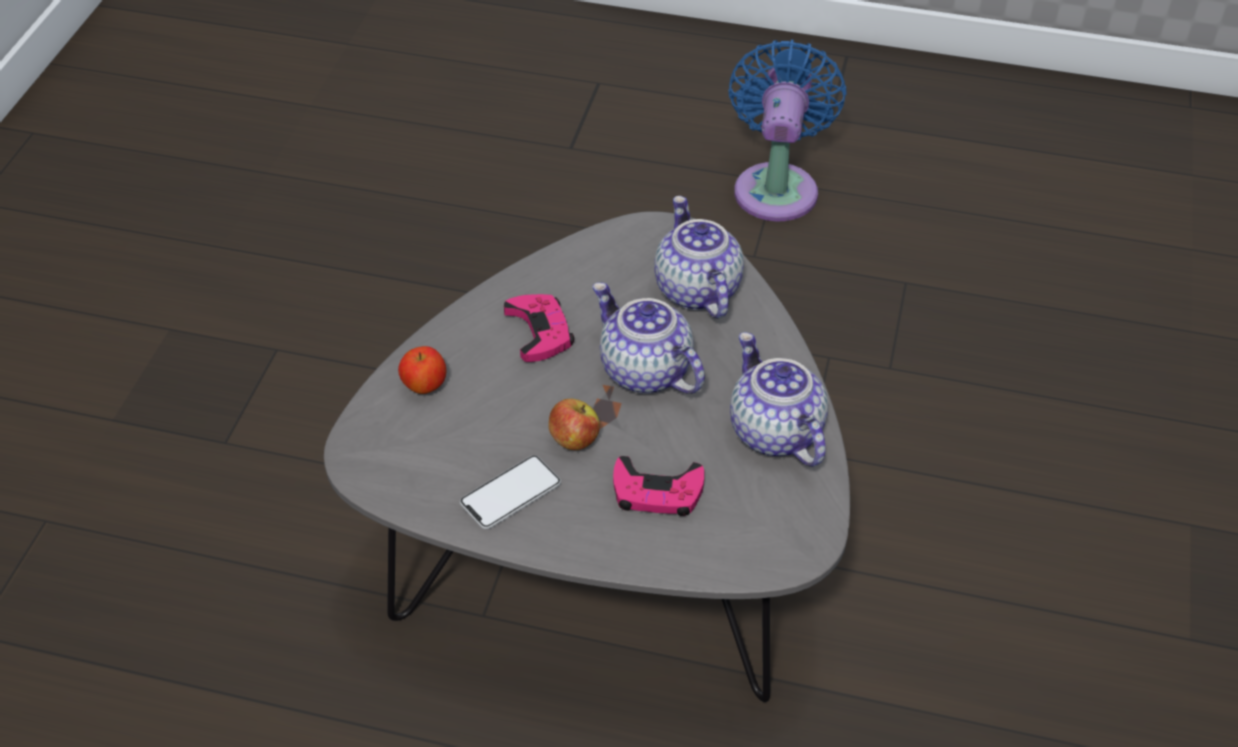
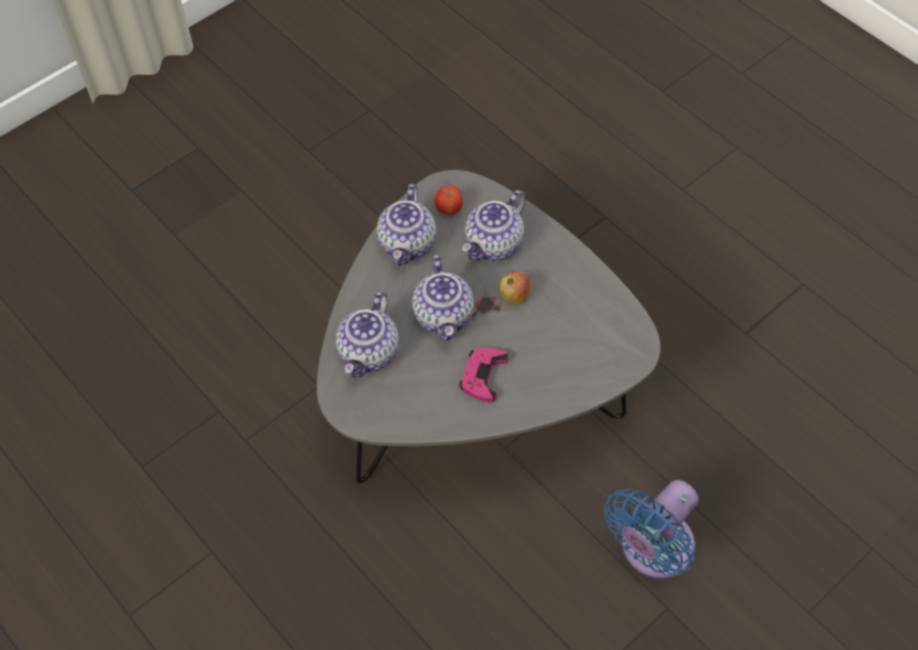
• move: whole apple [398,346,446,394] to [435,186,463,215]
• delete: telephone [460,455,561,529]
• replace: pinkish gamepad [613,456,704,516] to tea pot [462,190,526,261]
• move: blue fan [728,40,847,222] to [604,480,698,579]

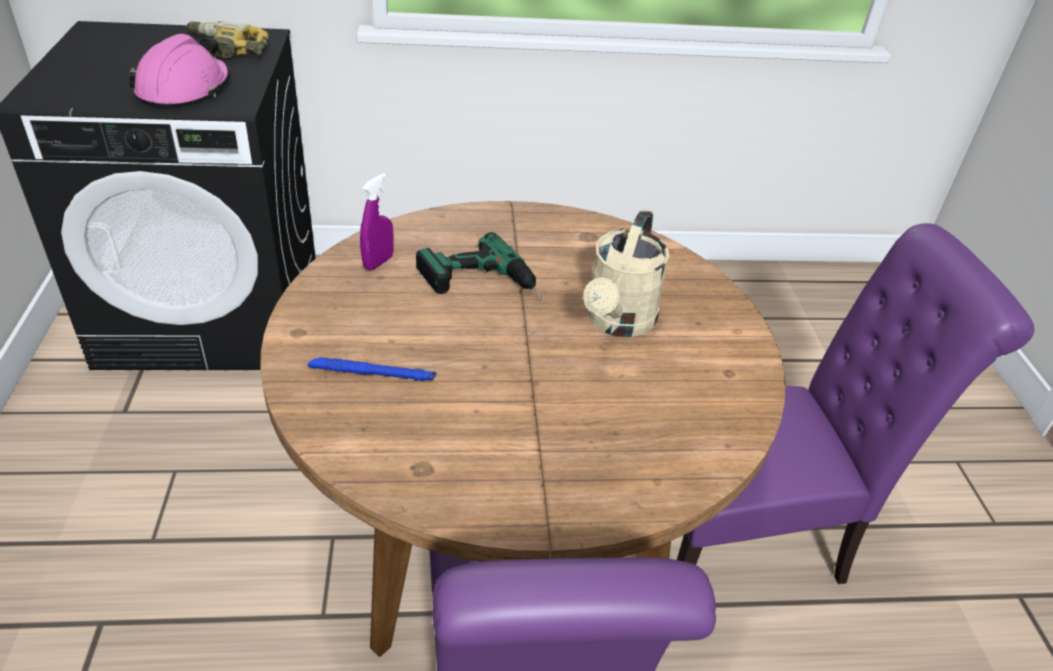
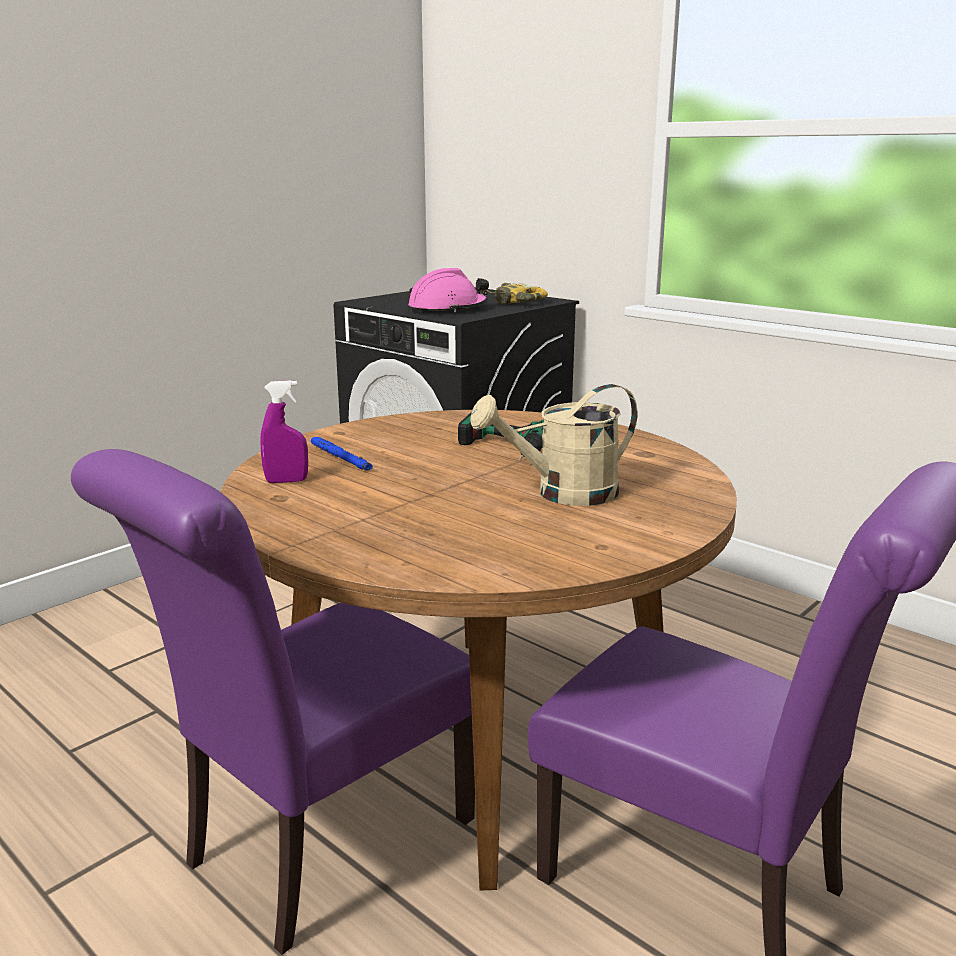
• move: purple-coloured spray bottle [360,173,394,270] to [260,380,308,483]

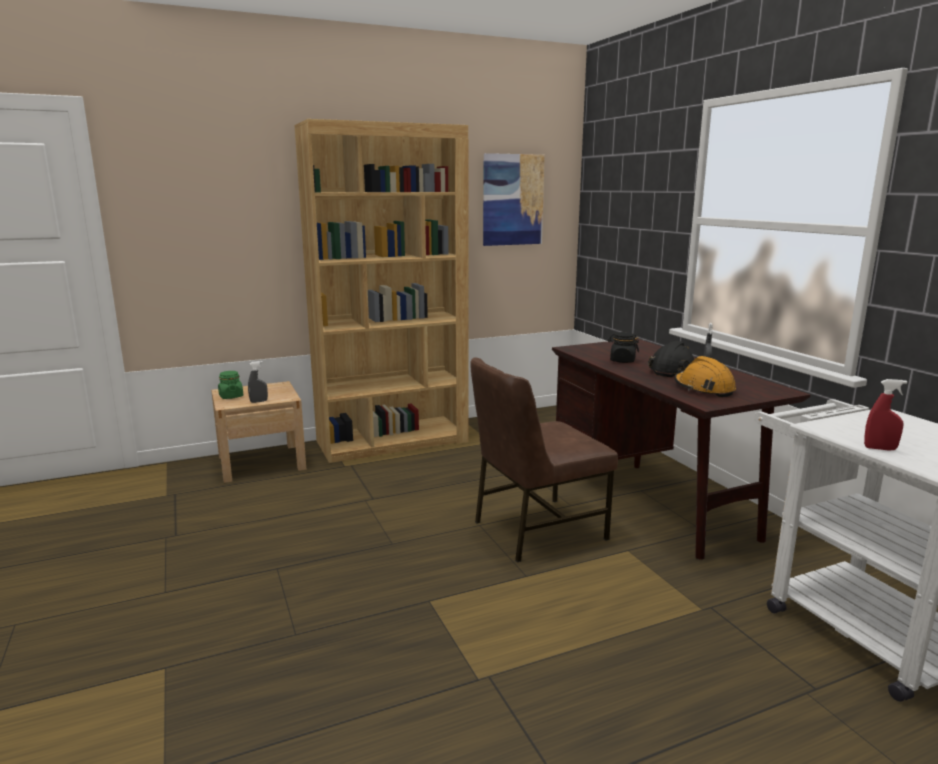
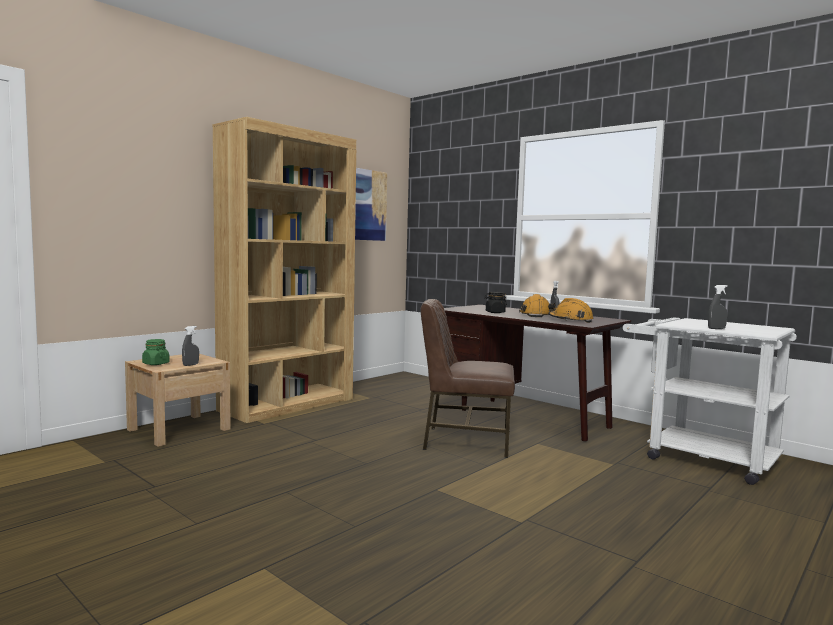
• rotate: brown chair [470,357,618,562] = [421,299,515,458] 60 degrees clockwise
• recolor: black-coloured hard hat [648,341,694,377] to orangey hard hat [519,294,549,317]
• recolor: reddish spray bottle [864,379,907,451] to greyish spray bottle [708,285,728,329]

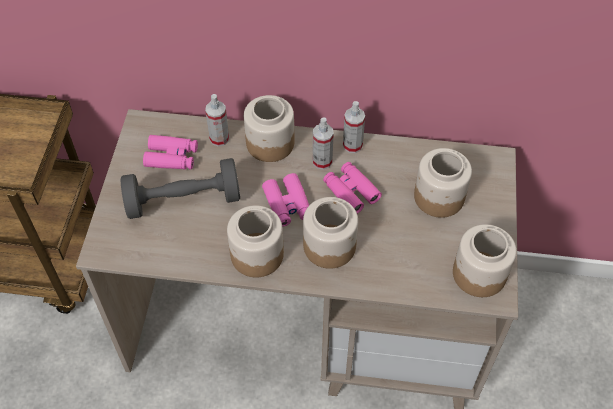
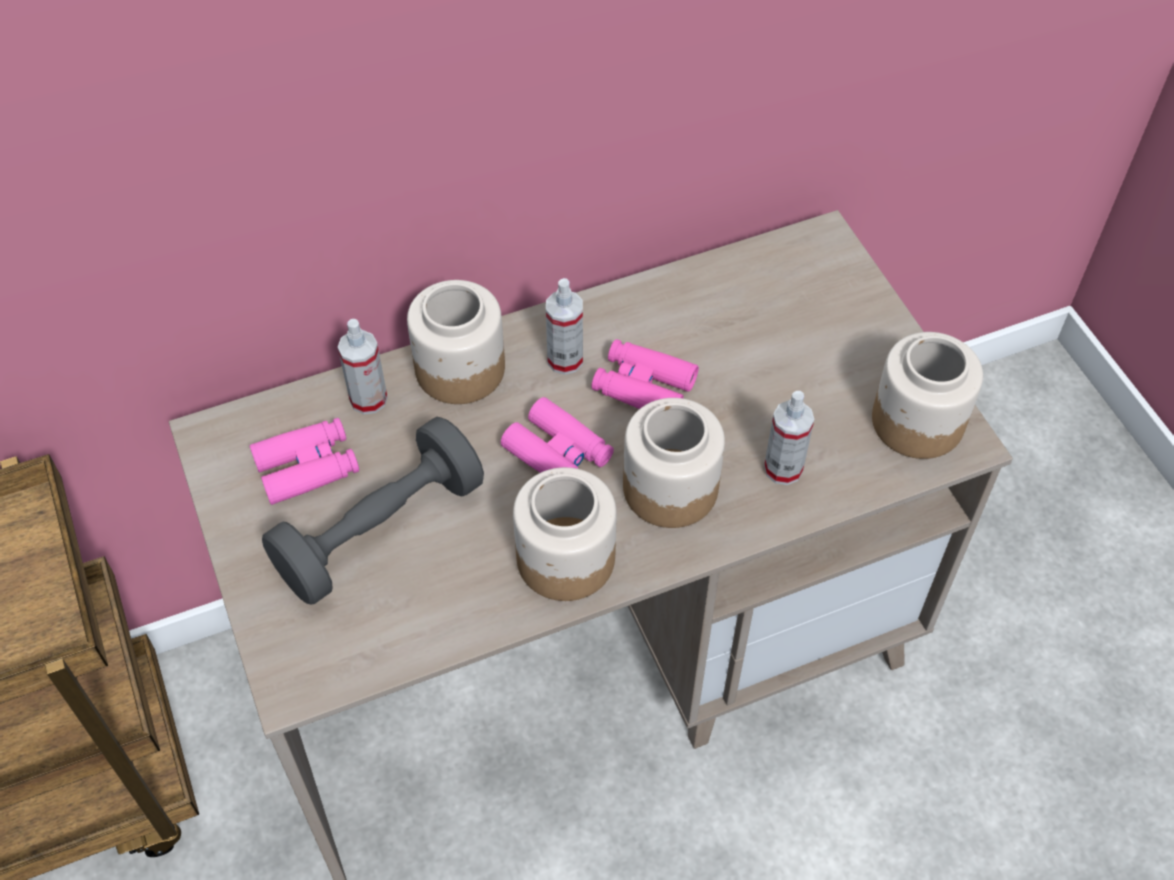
• move: spray bottle [343,101,365,153] to [764,391,814,485]
• delete: jar [414,148,472,218]

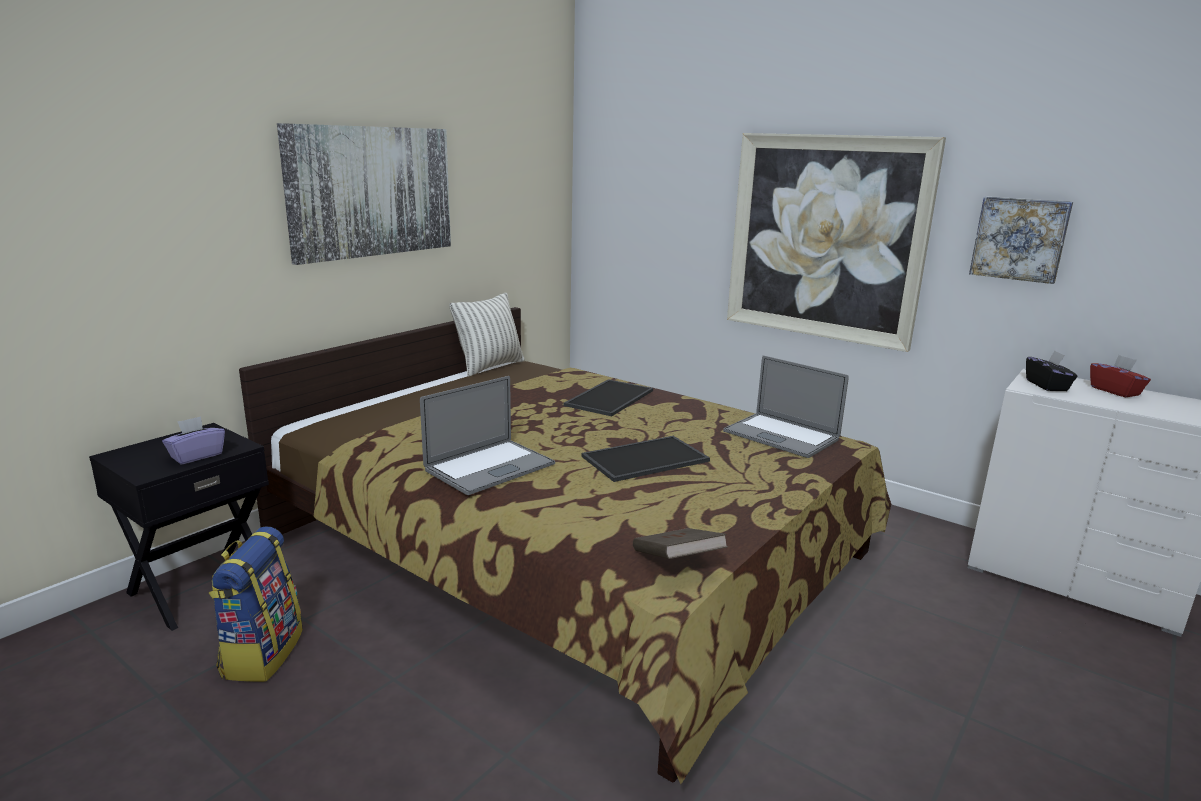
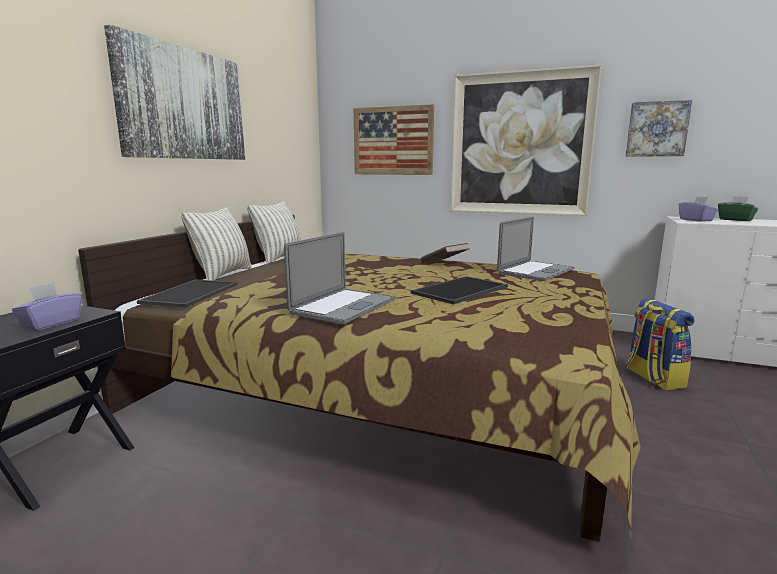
• move: rucksack [209,526,303,682] to [626,298,694,390]
• move: serving tray [564,379,653,416] to [137,280,237,308]
• move: brown bound book [633,528,728,559] to [421,243,469,263]
• rotate: laptop [723,355,849,458] = [497,217,575,281] 75 degrees counterclockwise
• recolor: black-coloured box of tissues [1026,351,1078,391] to purple-coloured box of tissues [679,196,718,222]
• recolor: reddish box of tissues [1090,355,1151,397] to green box of tissues [718,196,758,221]
• insert: throw pillow [181,207,252,281]
• insert: picture [354,104,434,175]

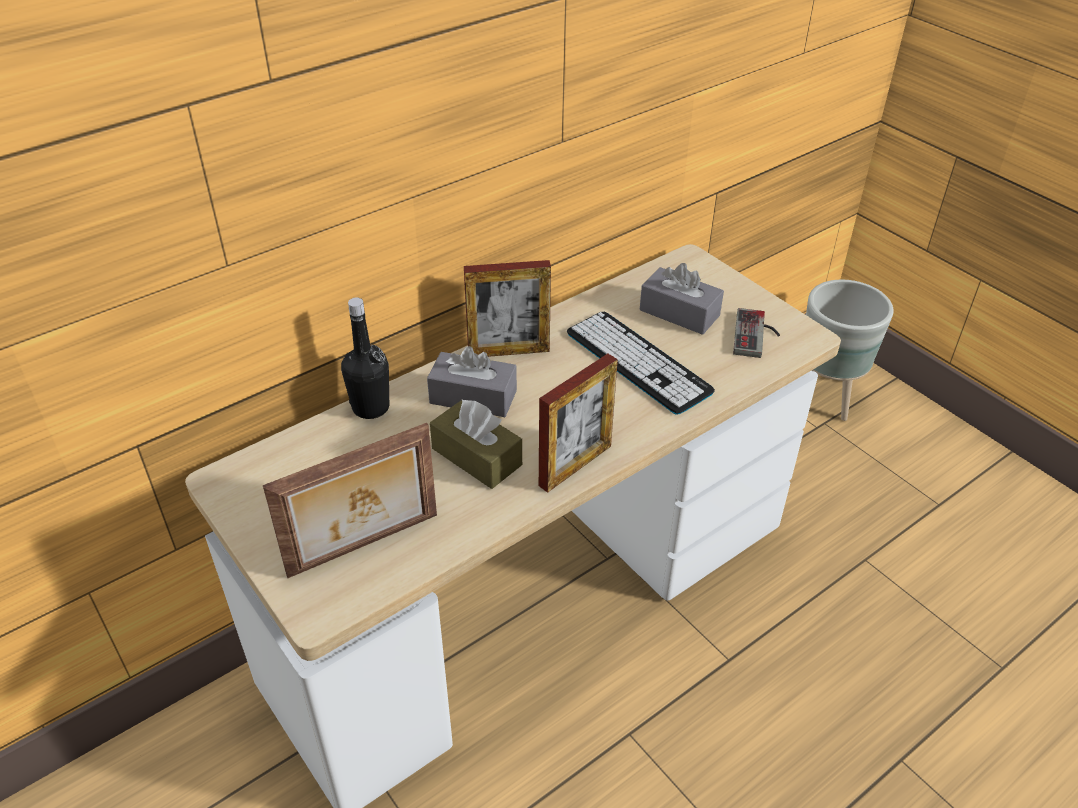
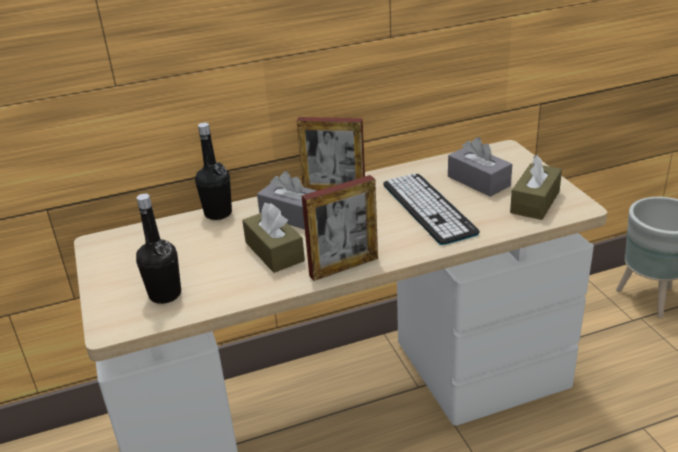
• replace: standing frame [263,423,437,578] to black-coloured bottle [136,194,181,304]
• replace: gamepad [733,308,780,358] to brown box of tissues [510,155,562,220]

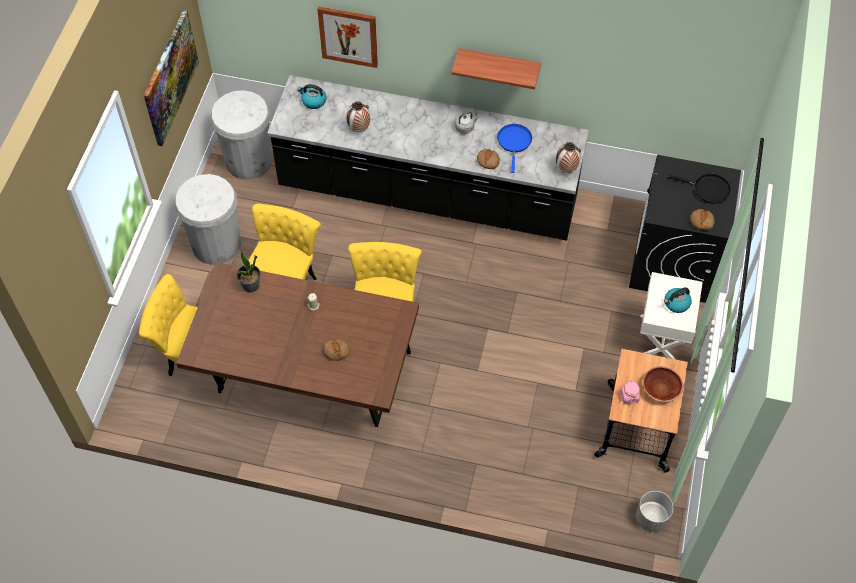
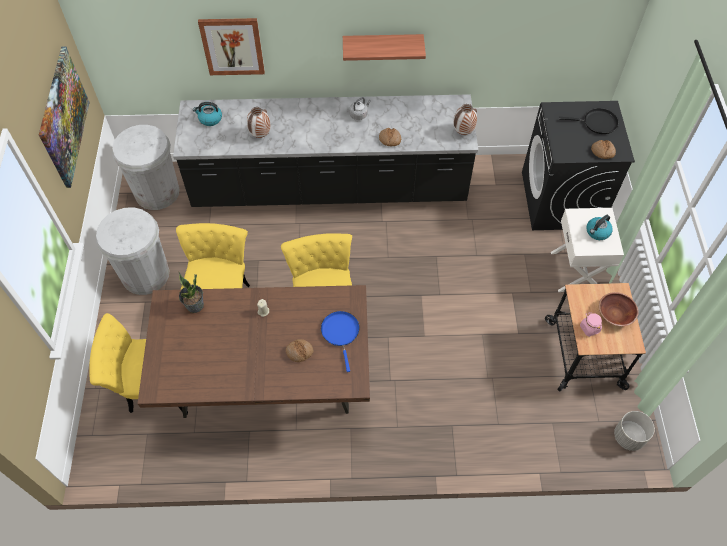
• move: blue pan [497,124,532,173] to [321,311,360,372]

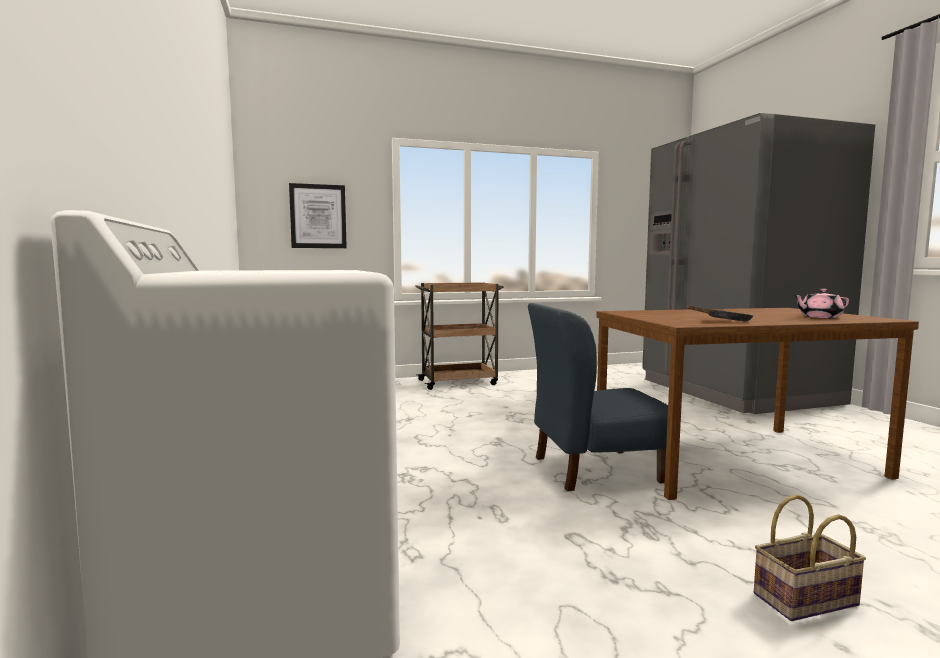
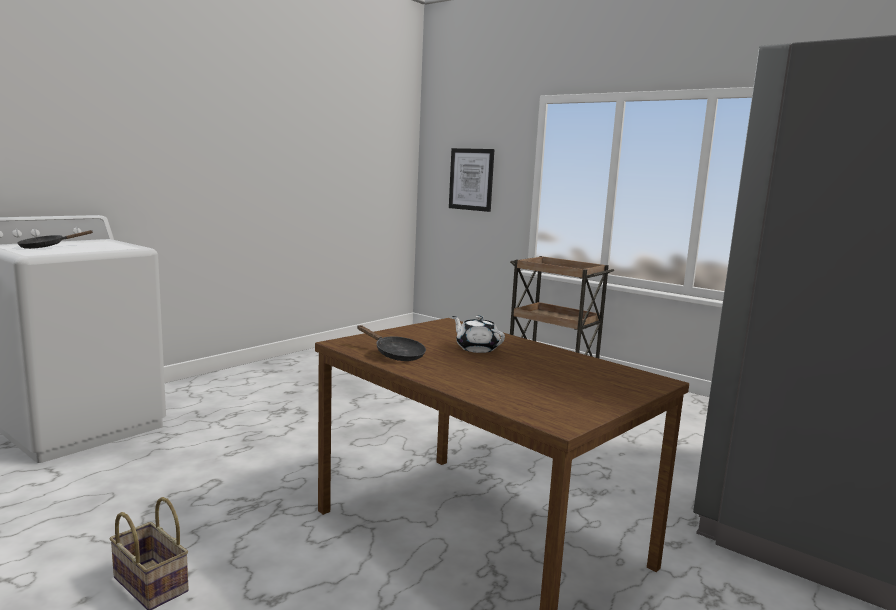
• delete: blue chair [528,303,668,491]
• delete: pinkish tea pot [793,289,849,318]
• insert: black-coloured pan [17,230,93,249]
• insert: whitish tea pot [452,316,505,353]

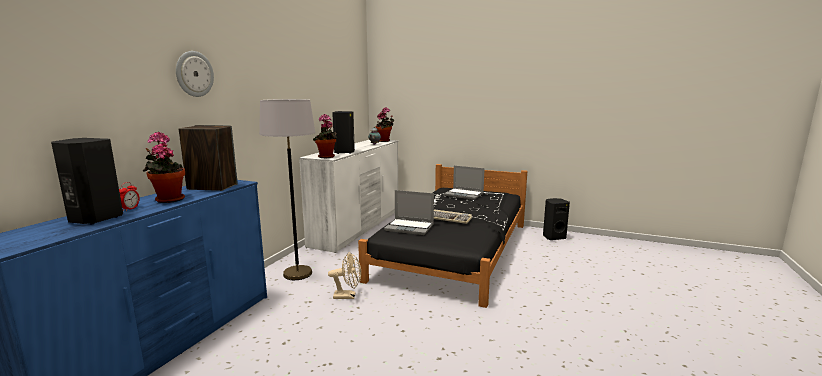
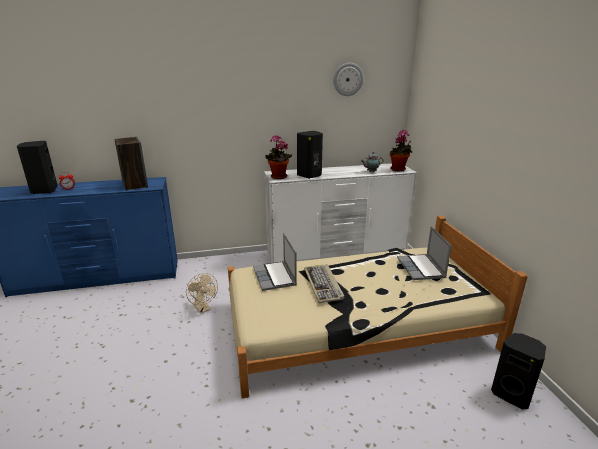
• delete: potted plant [143,132,185,203]
• move: clock on the wall [176,51,214,97] to [333,63,363,96]
• delete: greyish standing lamp [259,99,315,280]
• recolor: black-coloured sleeping bed [358,164,527,308] to beige-coloured sleeping bed [228,216,528,398]

